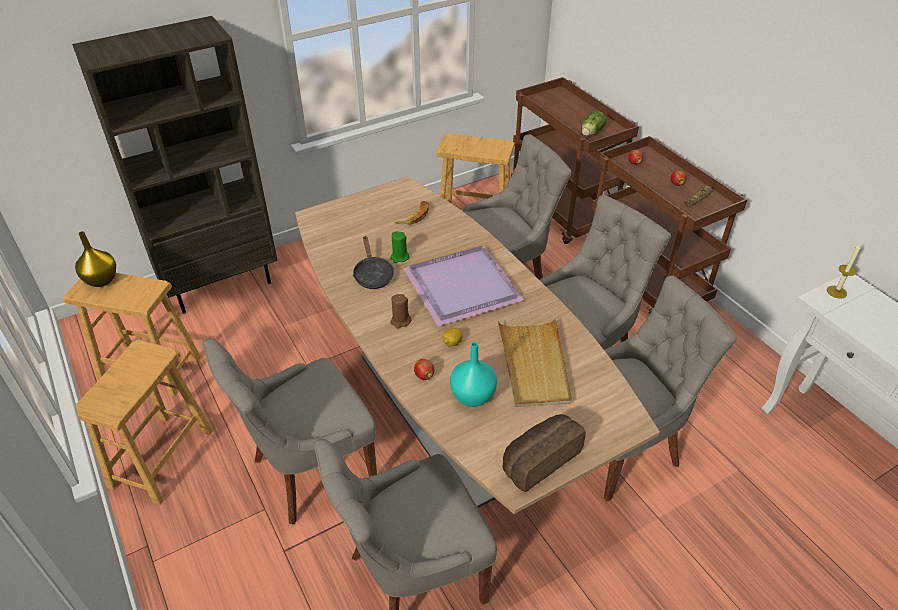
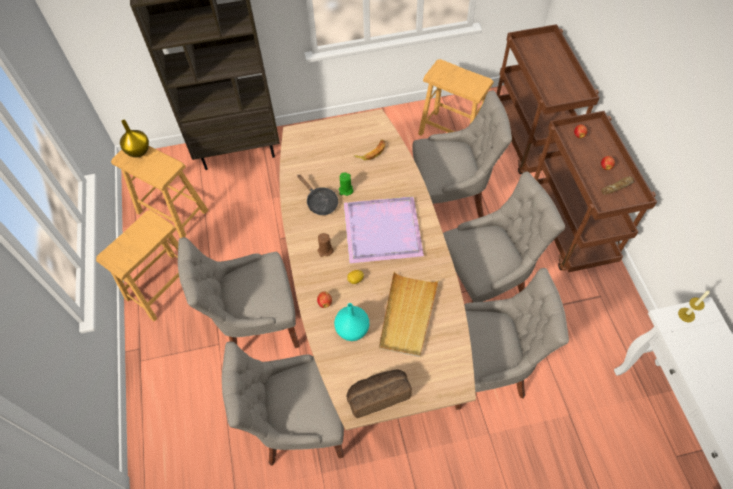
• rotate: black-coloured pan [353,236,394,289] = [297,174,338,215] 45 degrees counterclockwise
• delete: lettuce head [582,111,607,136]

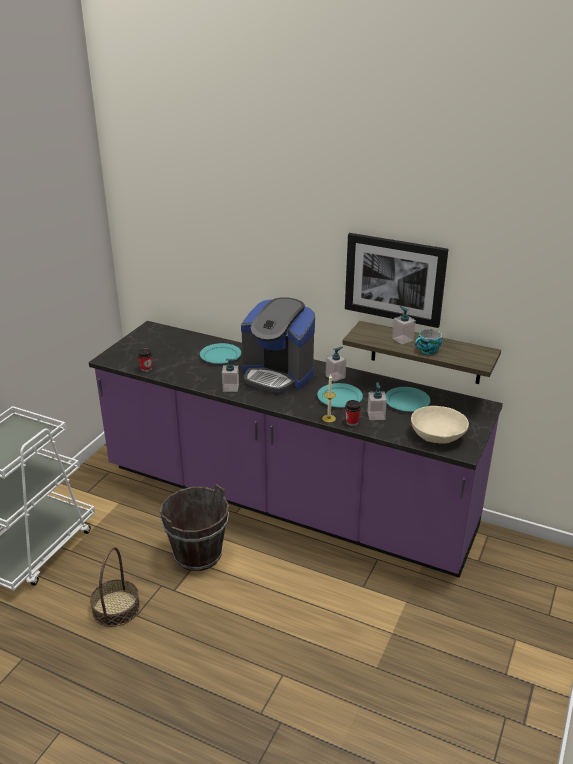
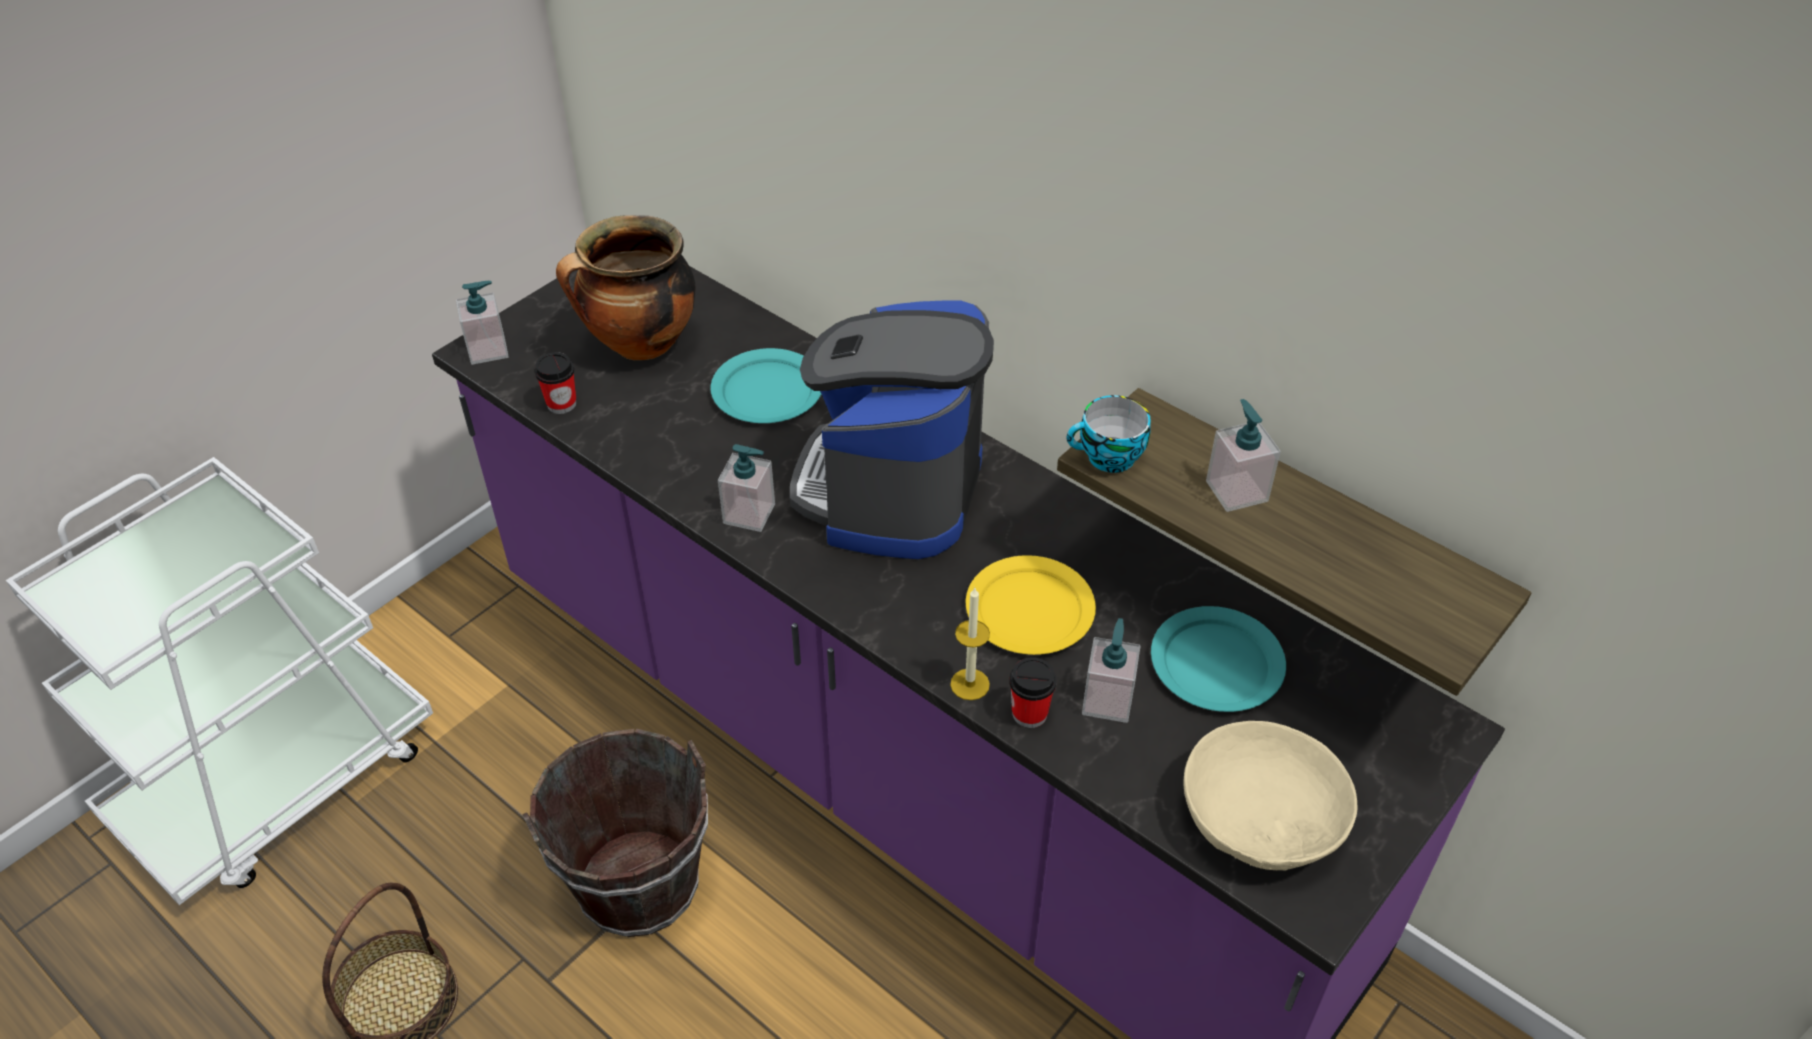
• rotate: coffee maker [241,297,315,393] = [790,300,994,559] 60 degrees clockwise
• recolor: turquoise flat dish [317,383,363,408] to yellow-coloured flat dish [966,555,1096,655]
• move: soap dispenser [326,347,346,382] to [456,281,509,365]
• delete: picture [345,233,448,328]
• move: small cup [415,329,442,354] to [1066,395,1151,473]
• insert: saucepot [556,215,696,360]

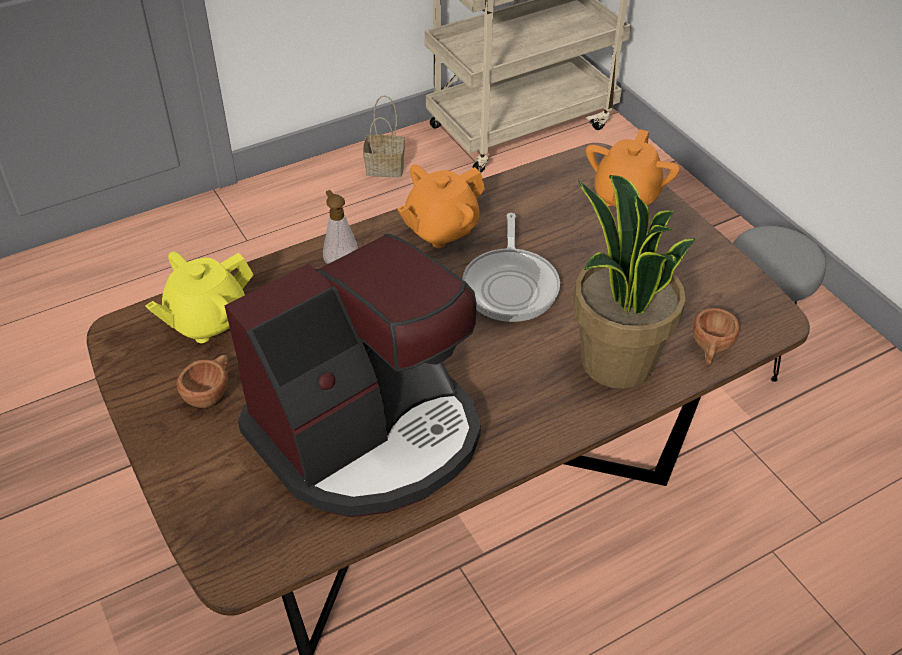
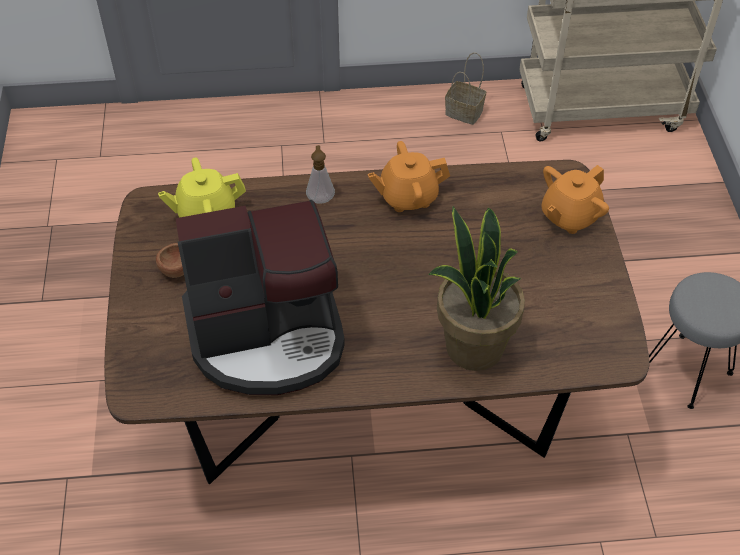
• delete: pan [462,213,560,322]
• delete: brown small cup [693,308,740,365]

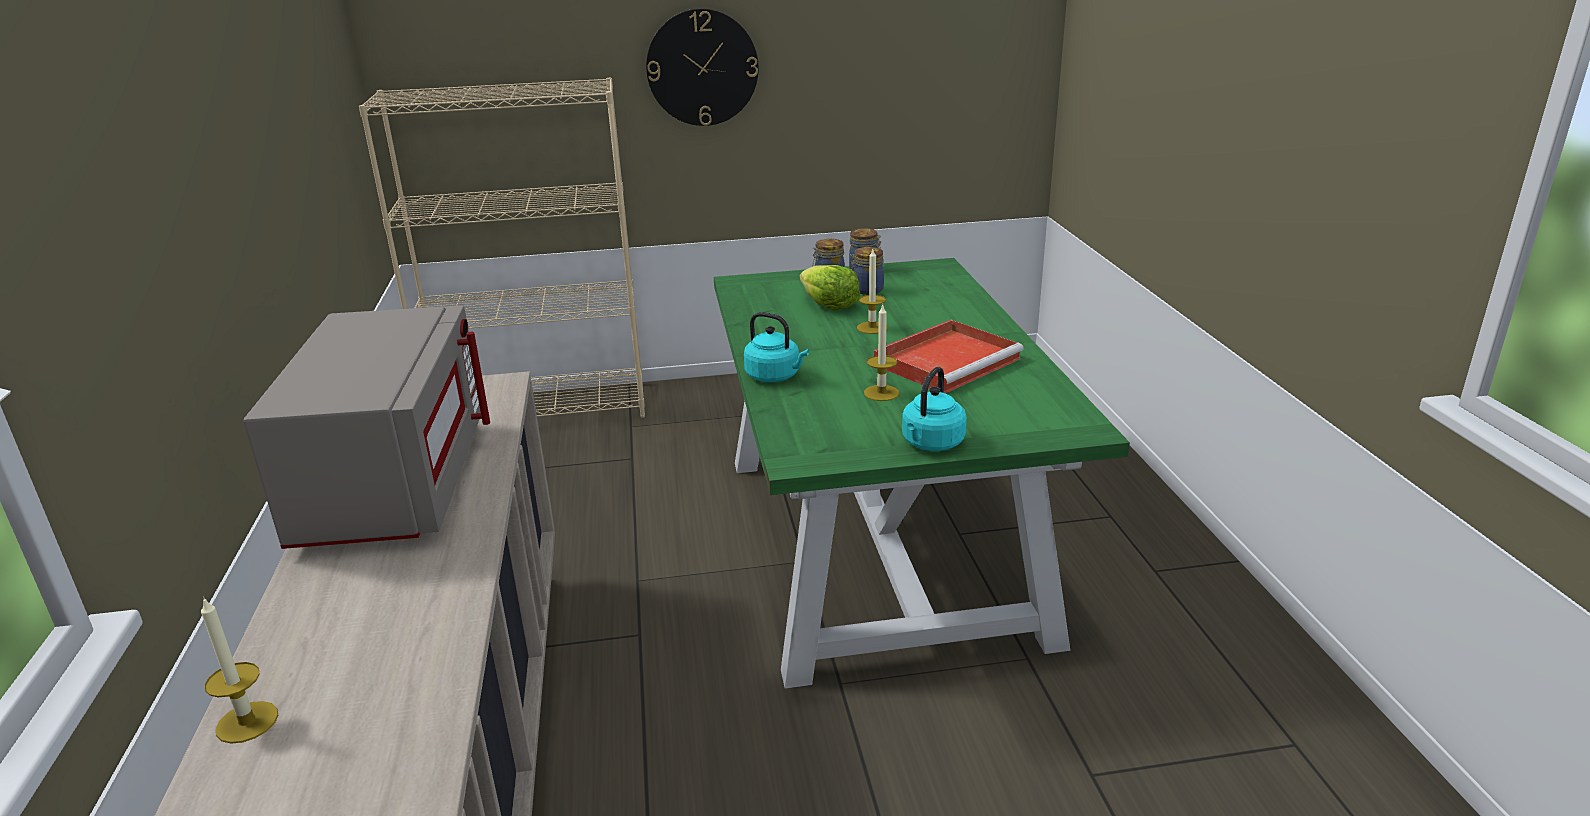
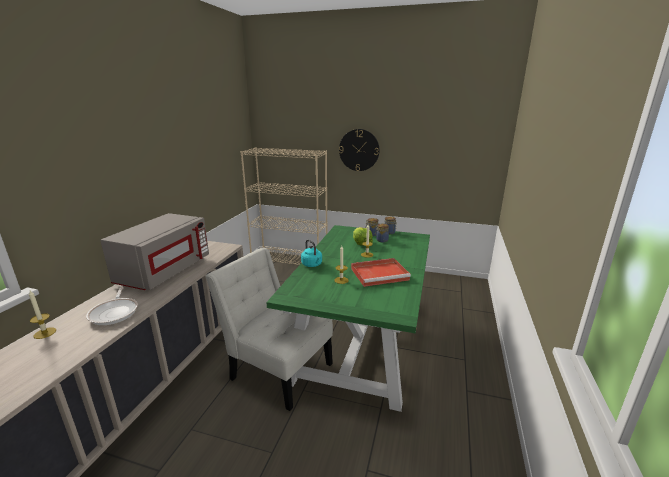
• delete: turquoise water kettle [902,367,967,451]
• insert: pan [86,287,138,325]
• insert: whitish chair [205,248,333,411]

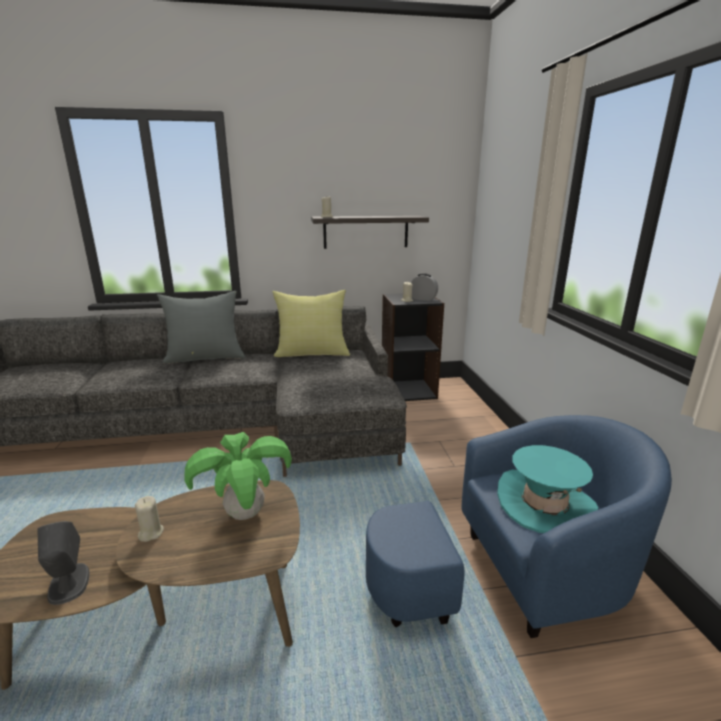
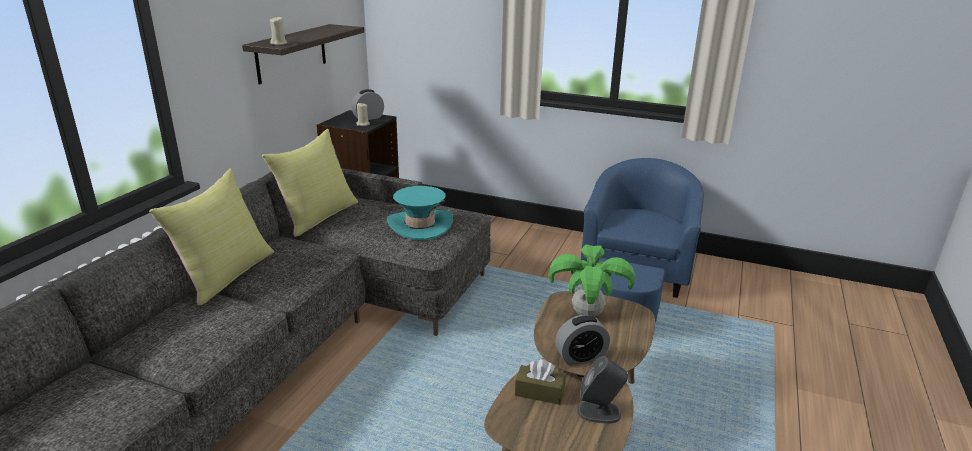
• replace: beige-coloured candle [135,496,164,542] to bedside clock [555,315,610,366]
• recolor: greyish throw pillow [157,291,245,364] to yellow-coloured throw pillow [149,168,274,306]
• move: turquoise wearable hat [497,445,598,533] to [387,186,453,240]
• insert: brown box of tissues [515,359,566,405]

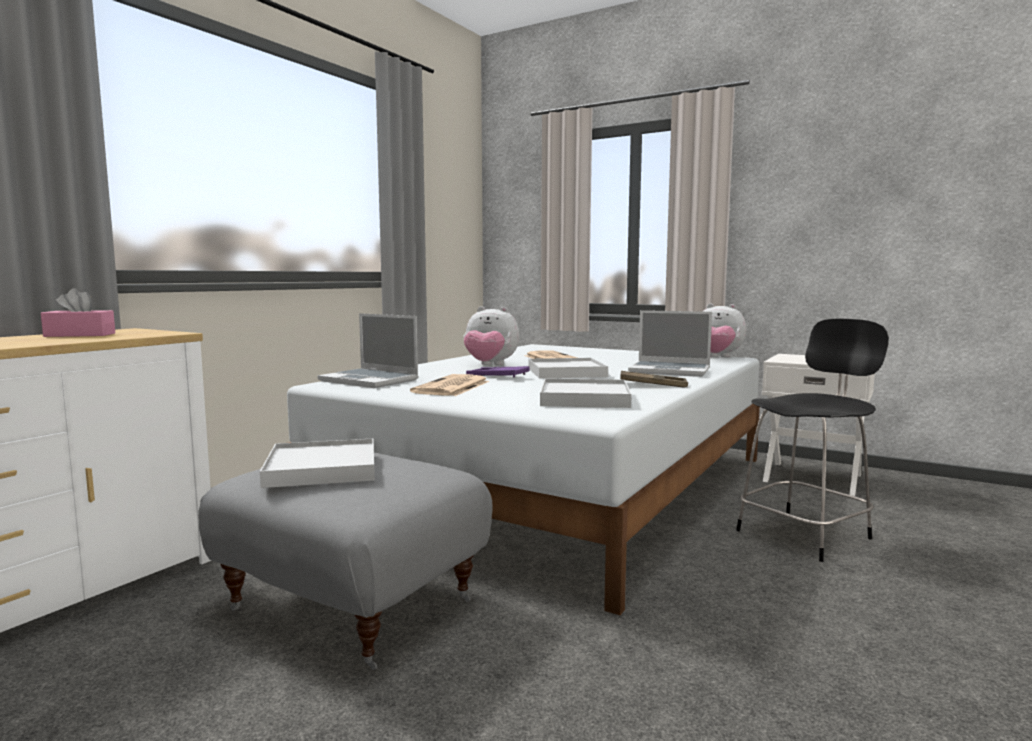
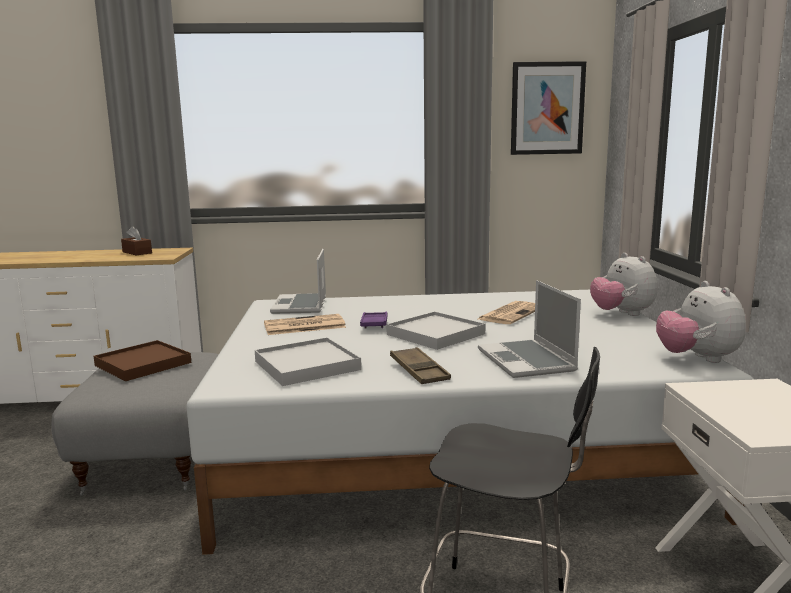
• recolor: pinkish box of tissues [41,288,115,337] to brown box of tissues [121,226,152,255]
• recolor: whitish serving tray [260,438,375,488] to brown serving tray [94,340,192,381]
• move: soft toy [464,306,519,365] to [590,253,658,316]
• insert: picture [511,61,586,155]

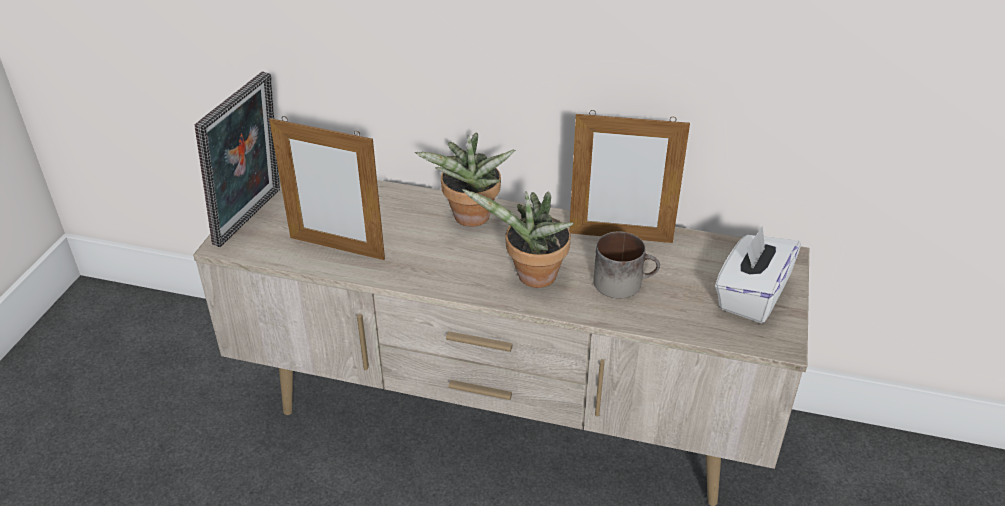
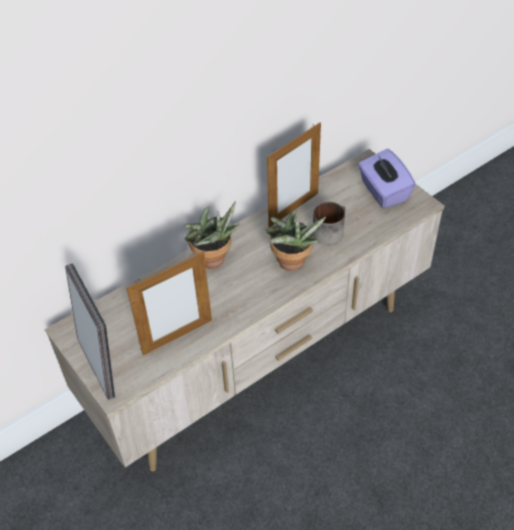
• recolor: whitish box of tissues [715,226,801,323] to purple-coloured box of tissues [358,149,415,208]

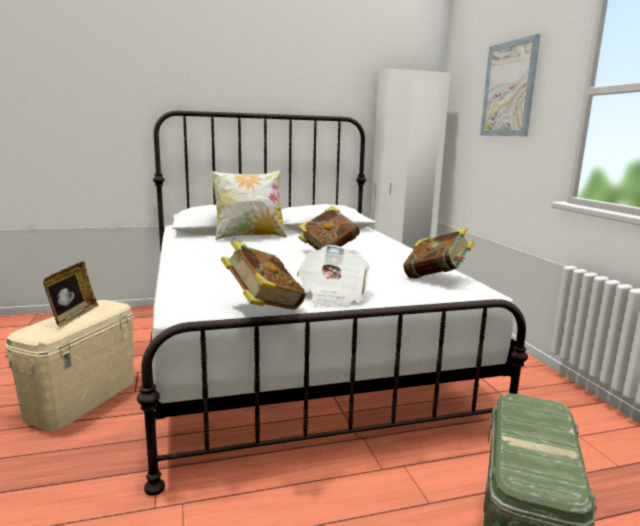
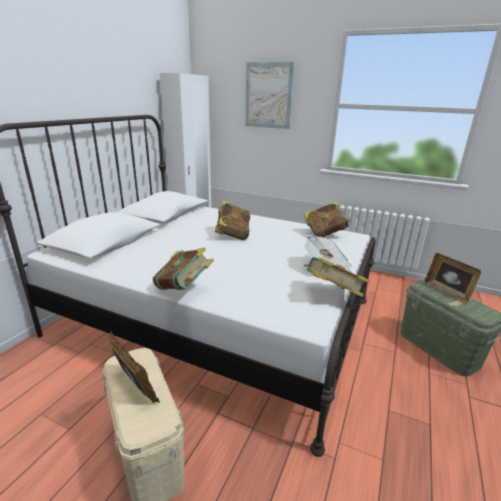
• delete: throw pillow [210,170,287,240]
• insert: bound book [153,248,214,290]
• insert: standing frame [424,253,481,304]

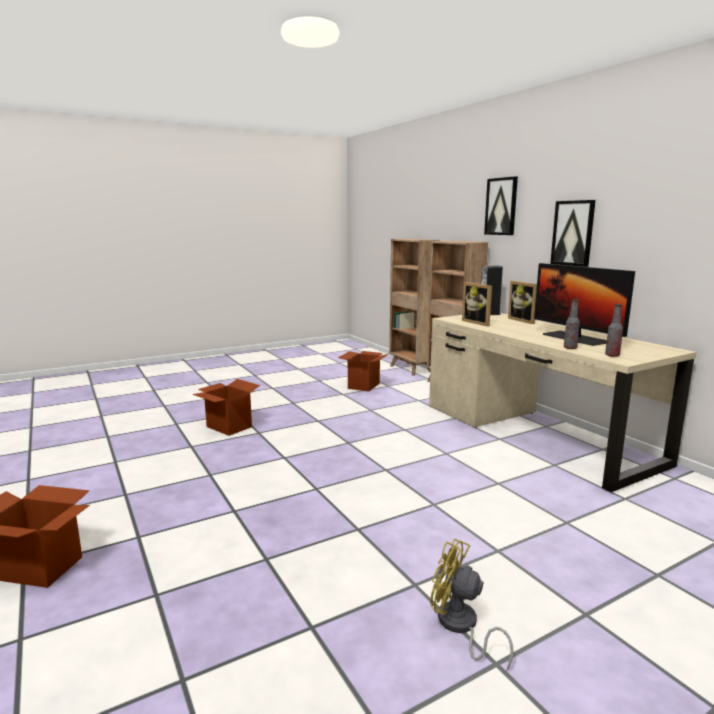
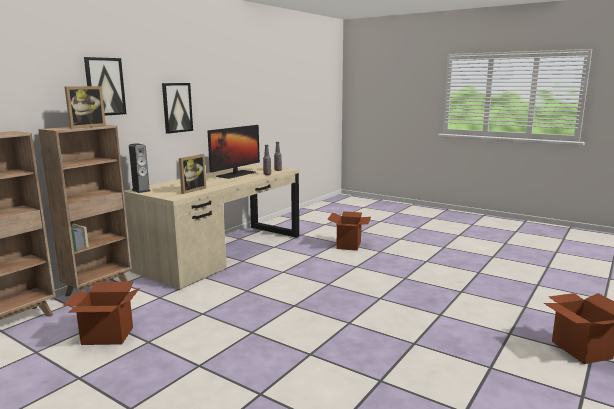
• move: cardboard box [192,379,260,436] to [327,211,371,251]
• delete: yellow-coloured fan [430,539,514,670]
• move: standing frame [508,281,537,324] to [65,86,106,129]

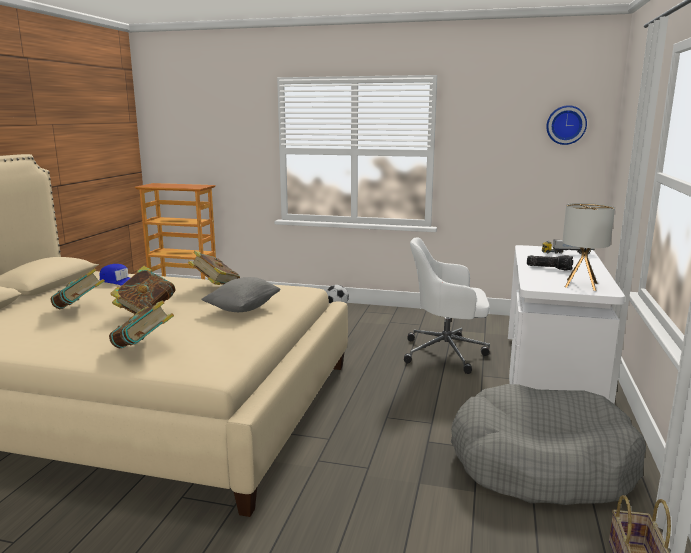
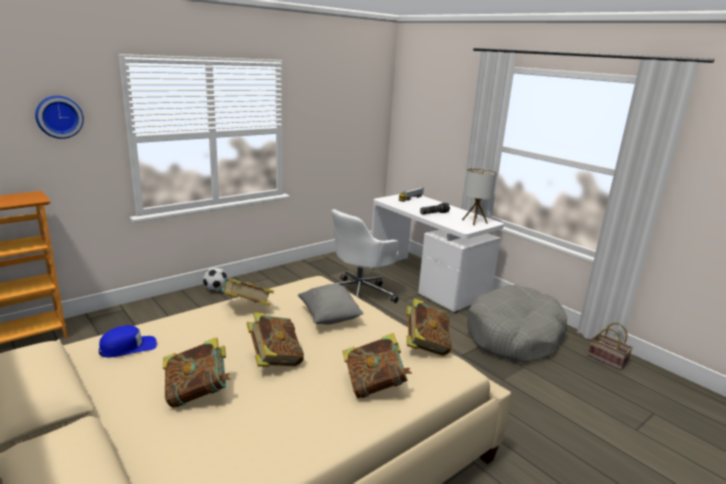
• move: clock on the wall [546,105,587,145] to [35,96,84,139]
• insert: bound book [406,298,452,356]

